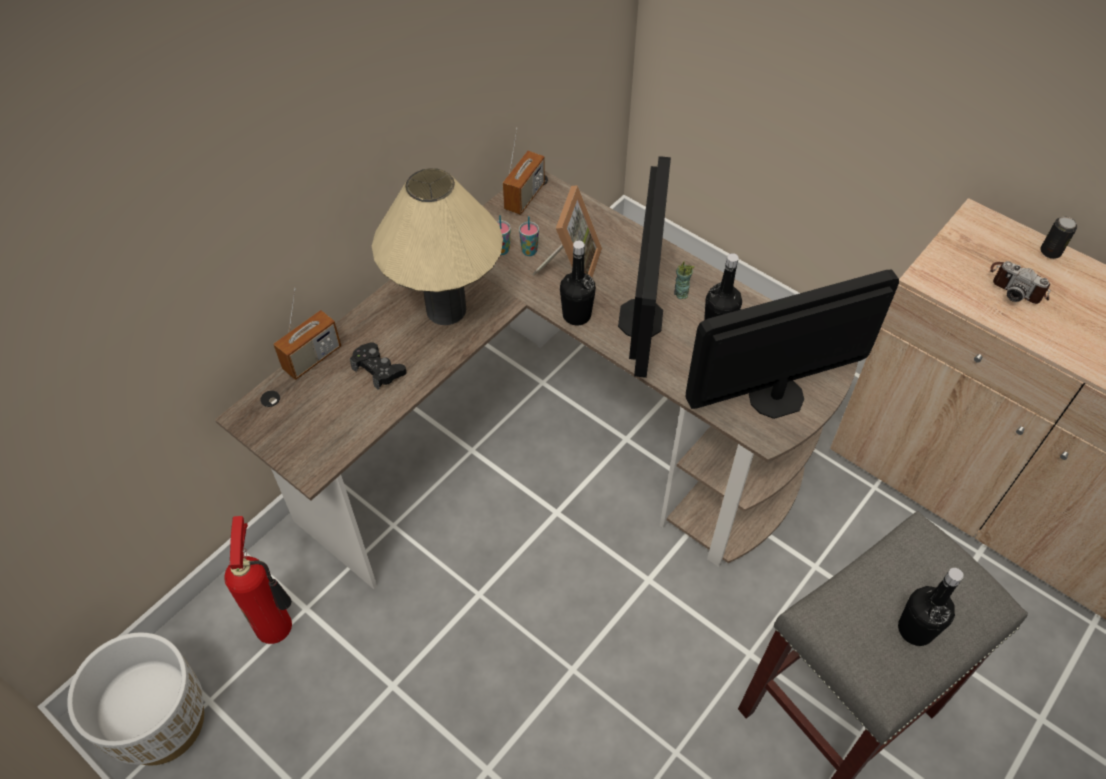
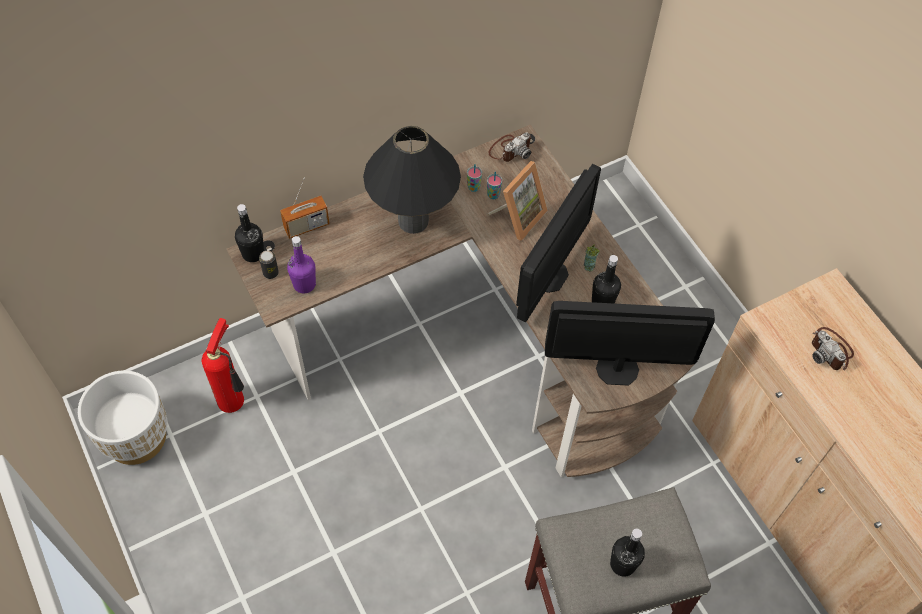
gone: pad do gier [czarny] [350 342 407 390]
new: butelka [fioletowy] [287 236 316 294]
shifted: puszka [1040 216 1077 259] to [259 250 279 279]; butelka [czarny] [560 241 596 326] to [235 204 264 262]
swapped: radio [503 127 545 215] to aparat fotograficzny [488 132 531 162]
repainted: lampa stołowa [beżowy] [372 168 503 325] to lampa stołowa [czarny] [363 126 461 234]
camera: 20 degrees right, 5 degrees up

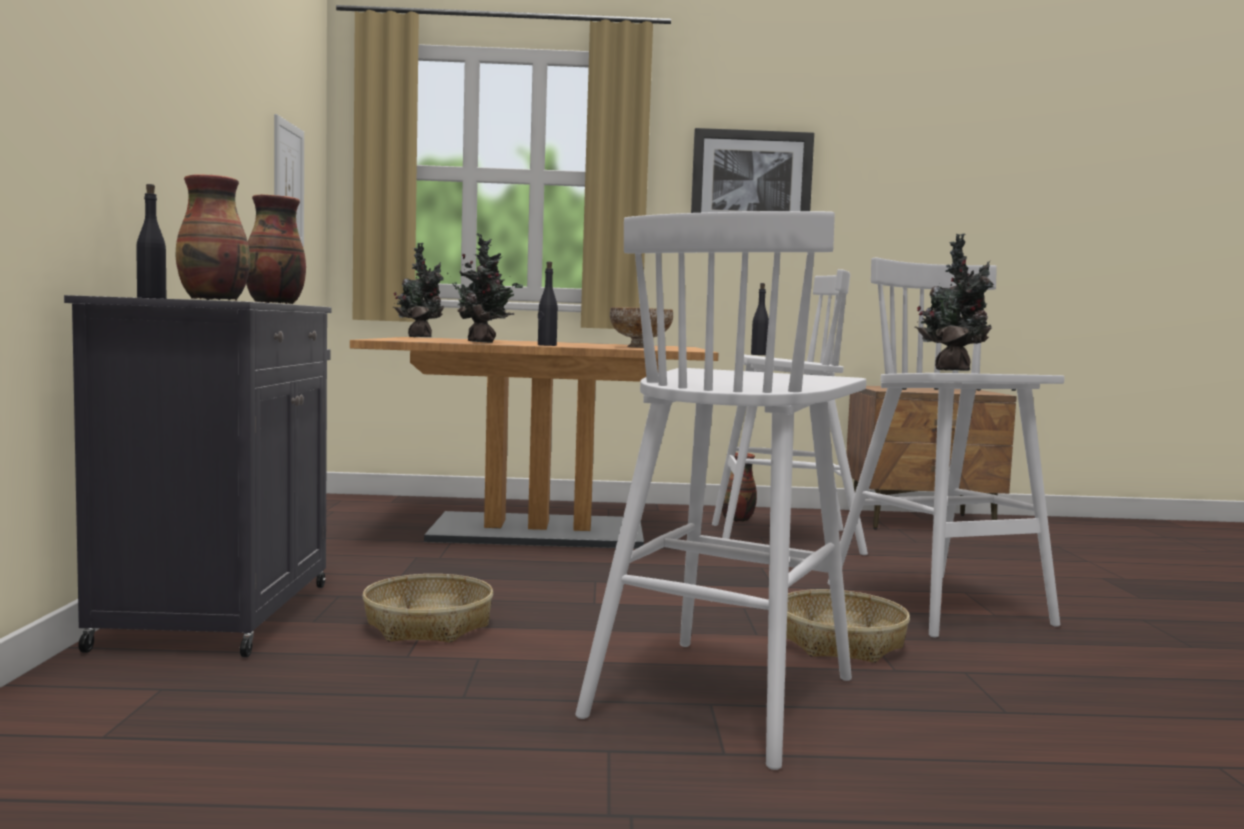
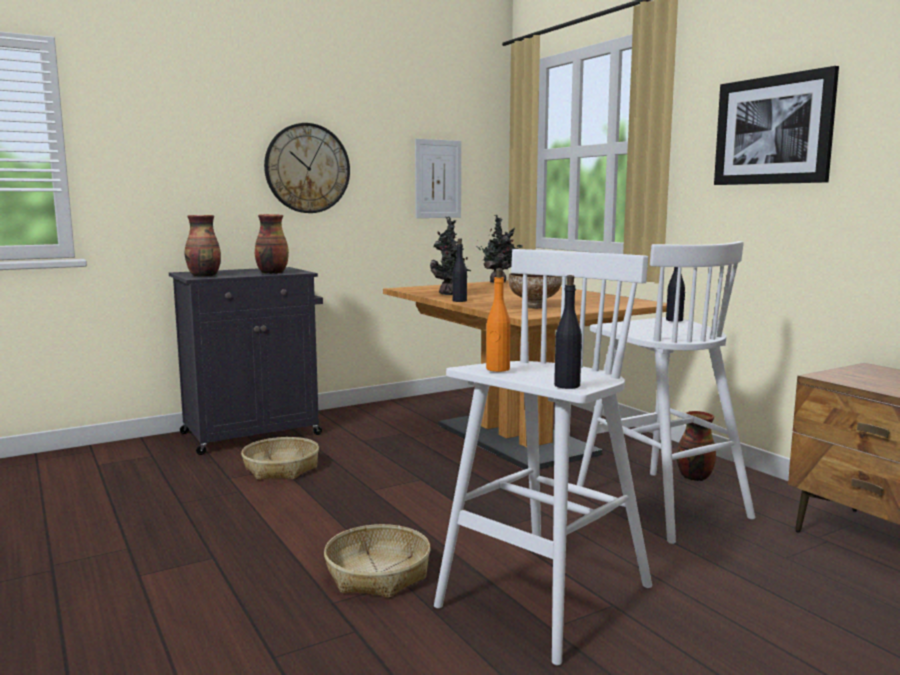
gone: stołek [biały] [575 211 866 770]
new: zegar ścienny [264 123 350 213]
shifted: butelka [czarny] [136 184 166 299] to [554 275 582 389]
swapped: roślina doniczkowa [914 233 994 371] to butelka [pomarańczowy] [486 268 511 372]
camera: 60 degrees right, 5 degrees up

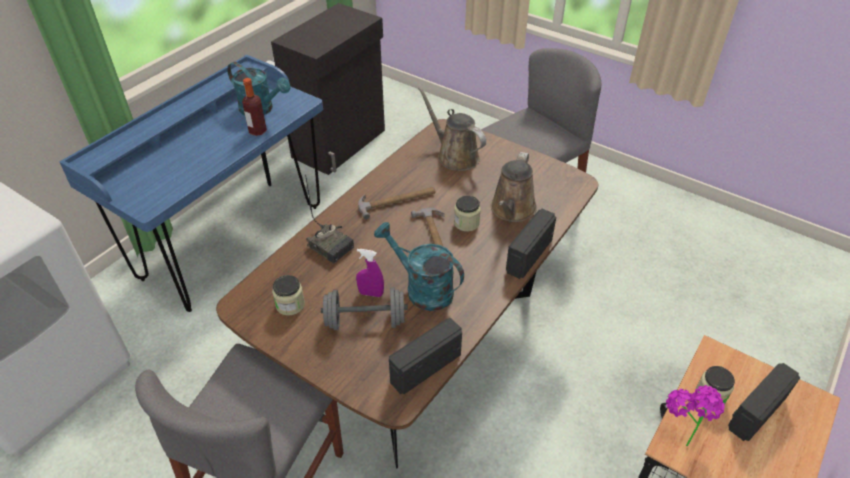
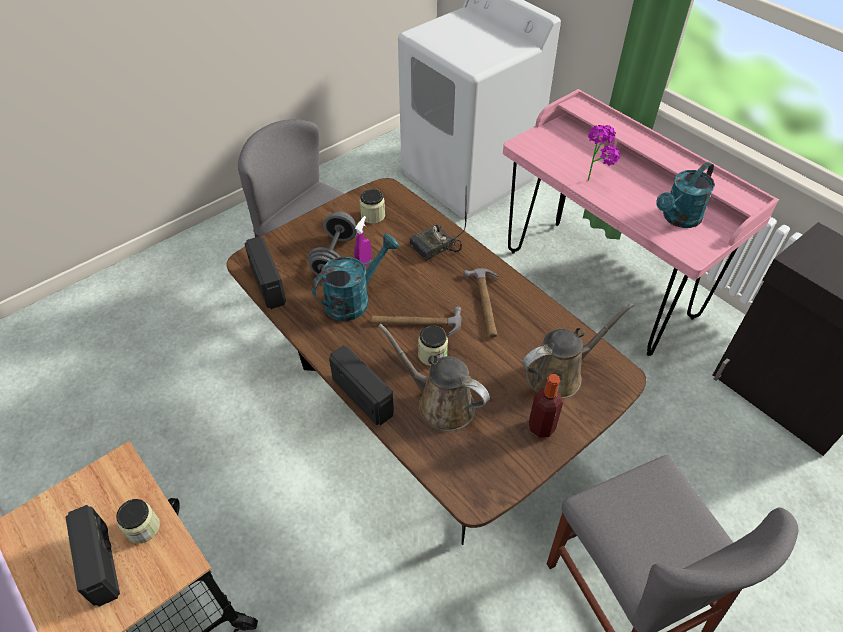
shifted: butelka [242 78 267 136] to [529 374 563 438]; roślina doniczkowa [666 385 725 446] to [588 125 620 181]
repainted: biurko [niebieski] [59 55 323 312] to biurko [różowy] [503 89 779 356]
camera: 105 degrees right, 5 degrees up

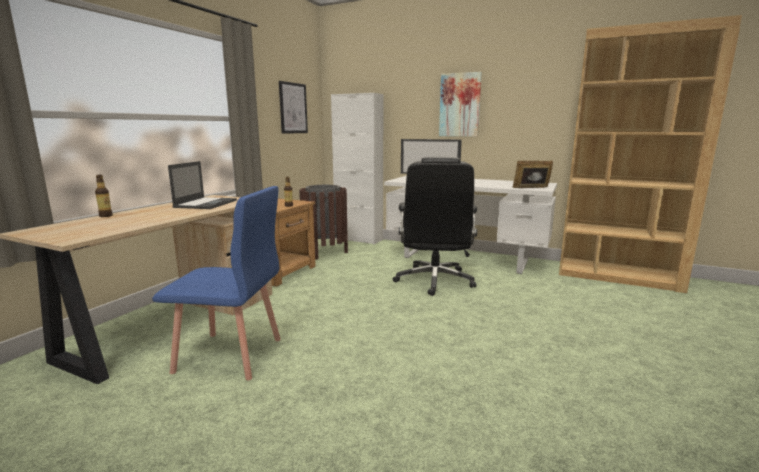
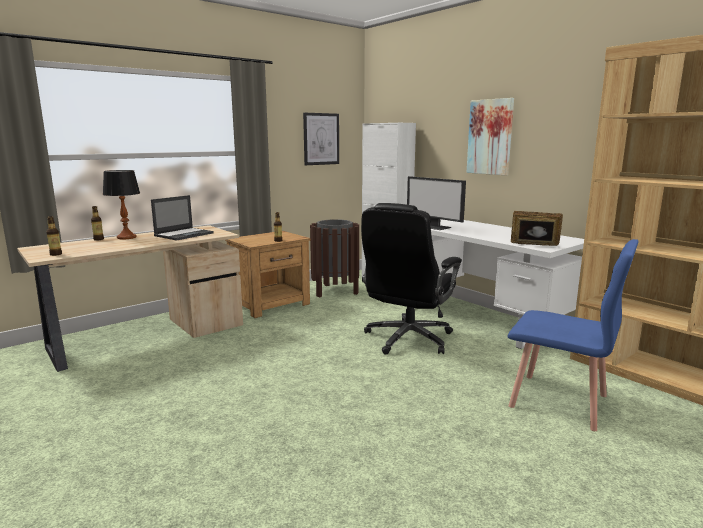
new: lampa stołowa [103 170 140 239]; butelka [46 216 62 256]
shifted: krzesło [niebieski] [152 186 281 380] to [508 239 638 431]
camera: 25 degrees right, 0 degrees up

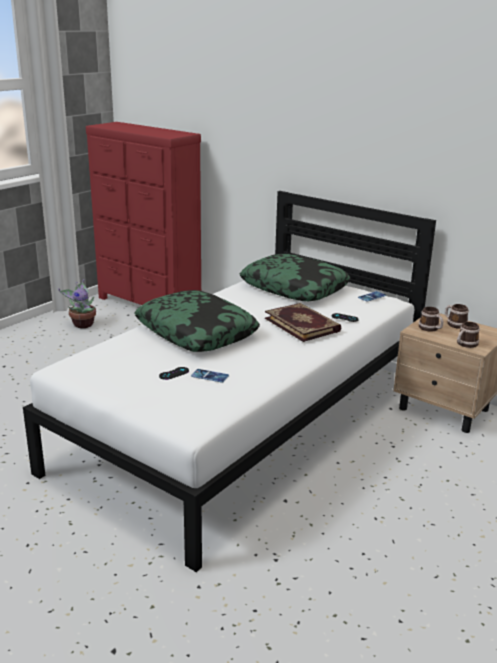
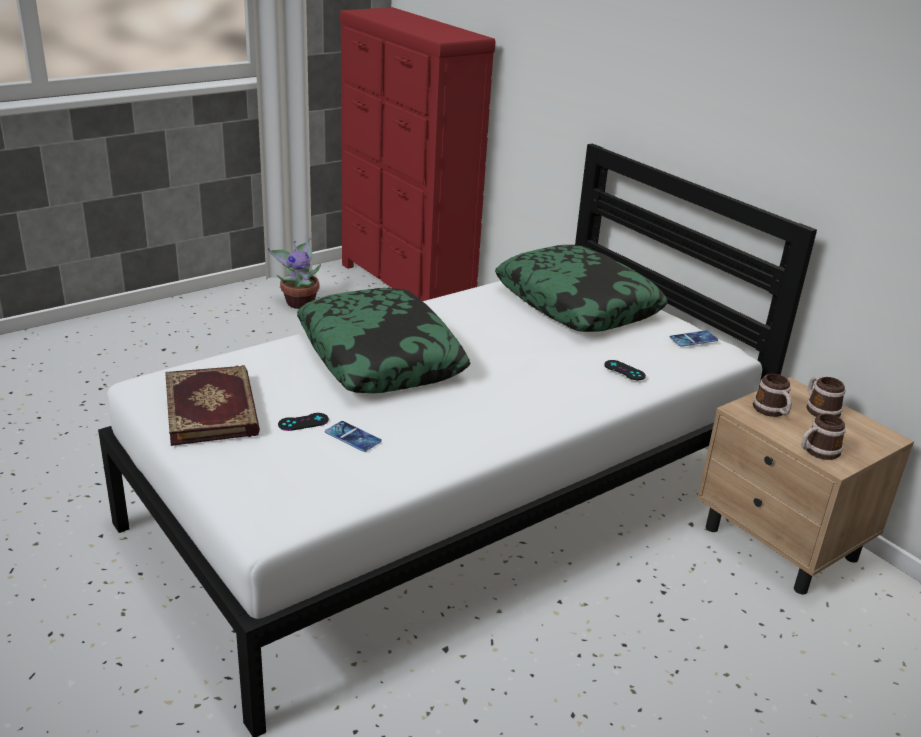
shifted: książka [265 303 341 342] to [165 365 260 446]
camera: 15 degrees right, 5 degrees up

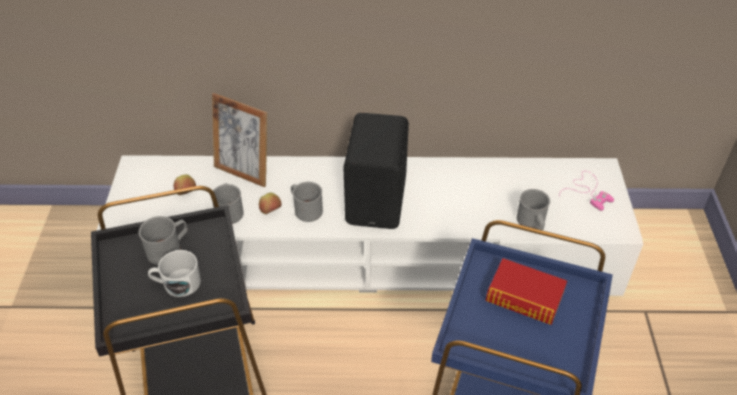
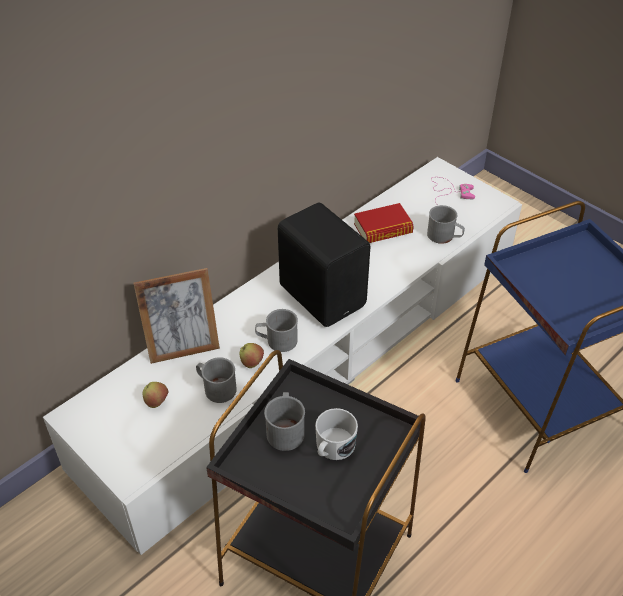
shifted: książka [486 258 567 325] to [354 203 414 243]
camera: 45 degrees left, 0 degrees up

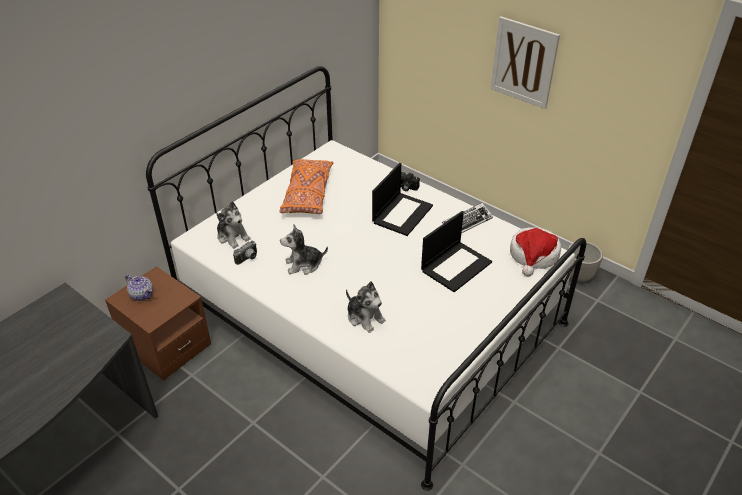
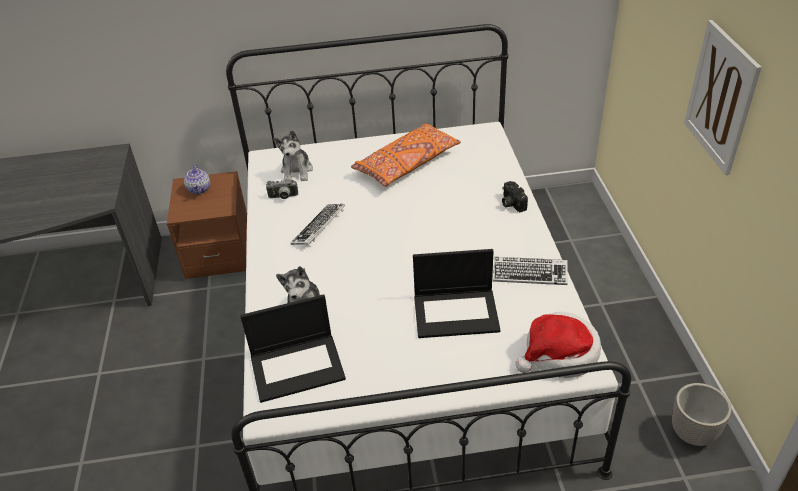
shifted: laptop [372 163 433 236] to [240 294 346 403]
swapped: pluszak [280 224 328 275] to klawiatura [291 204 345 245]
camera: 45 degrees right, 0 degrees up

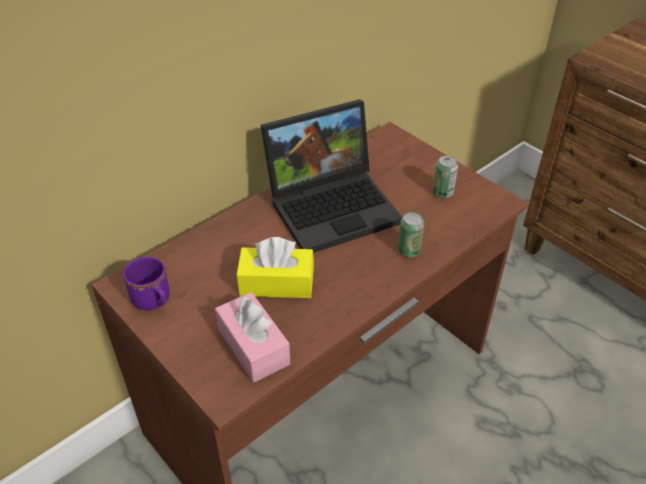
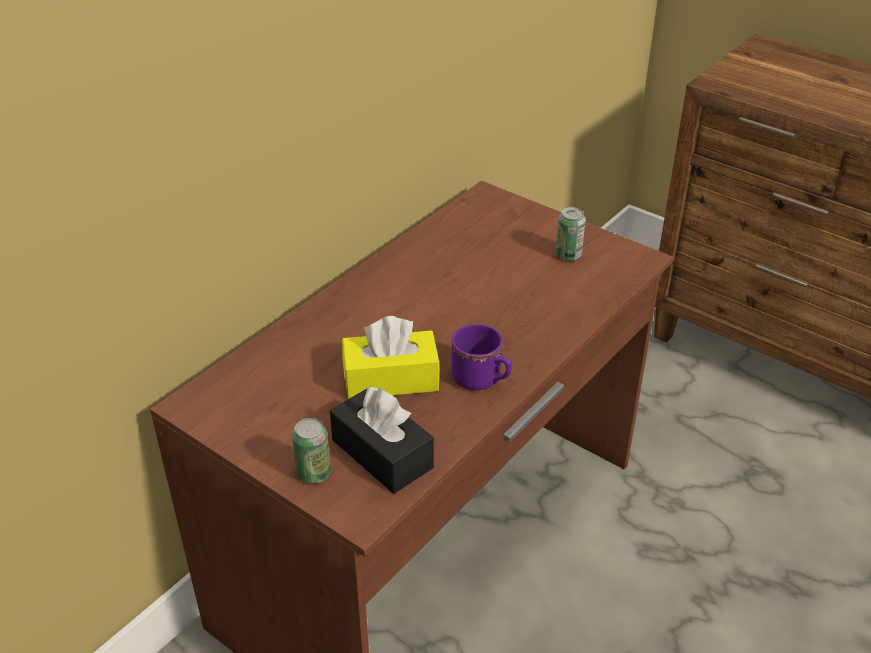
gone: laptop [261 99 402 253]
shifted: puszka [398 212 425 257] to [292 418 331 484]; kubek [fioletowy] [123 257 170 310] to [452 324 512 390]
repainted: pudełko chusteczek [różowy] [215 292 290 382] to pudełko chusteczek [czarny] [330 387 434 494]
camera: 10 degrees left, 5 degrees down

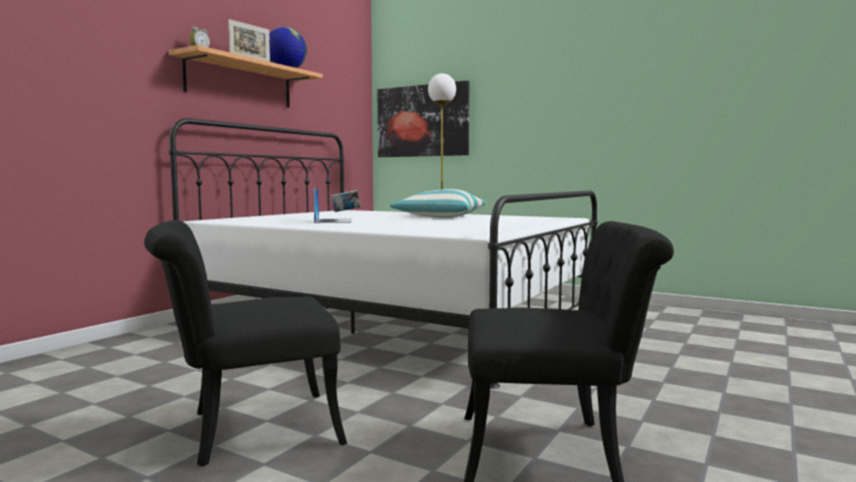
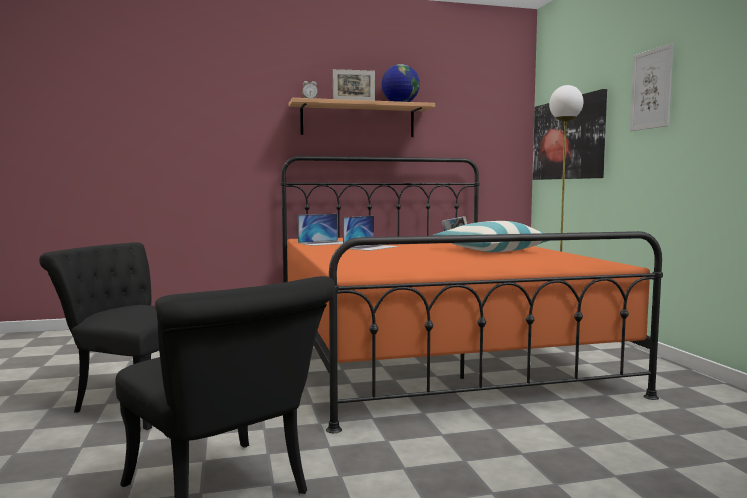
new: obraz [630 43 674 131]; laptop [298 214 343 246]
repainted: łóżko [biały] [169 118 598 388] to łóżko [pomarańczowy] [281 156 663 433]
camera: 45 degrees right, 0 degrees up

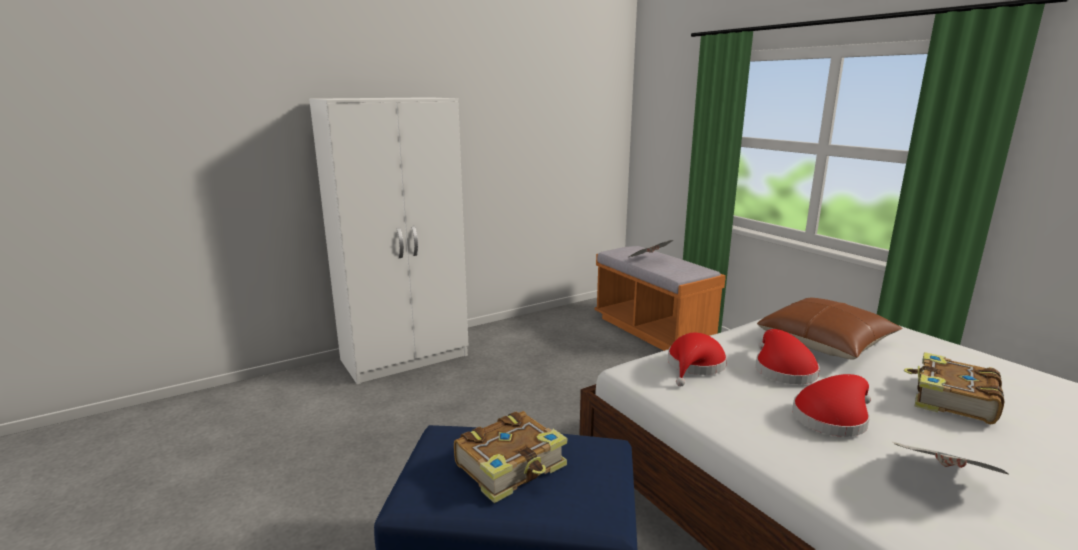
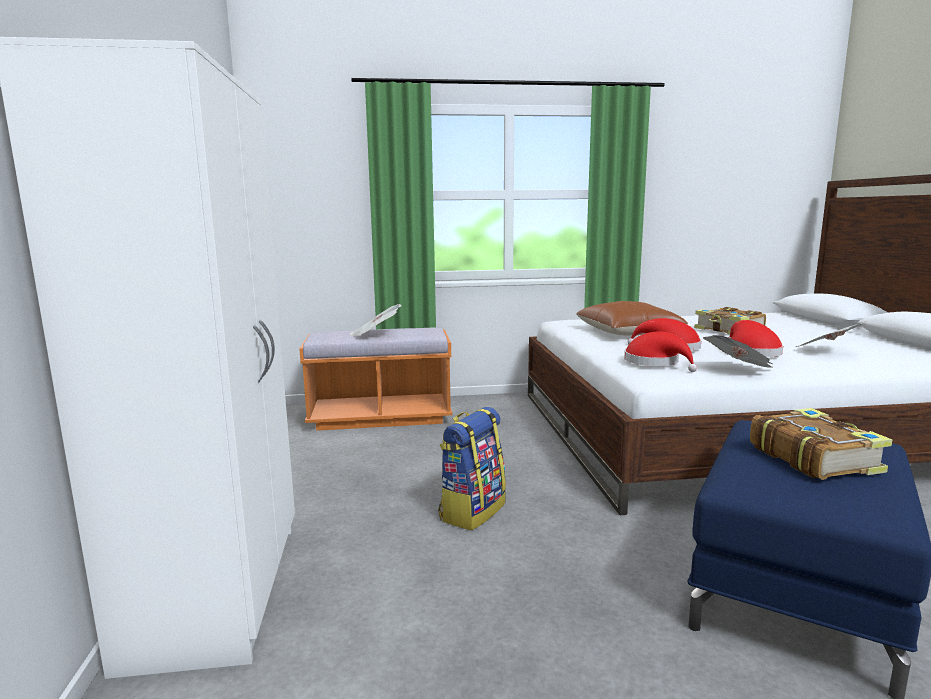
new: gazeta [703 335 773 368]; plecak [438 407 506 531]
camera: 65 degrees left, 5 degrees down

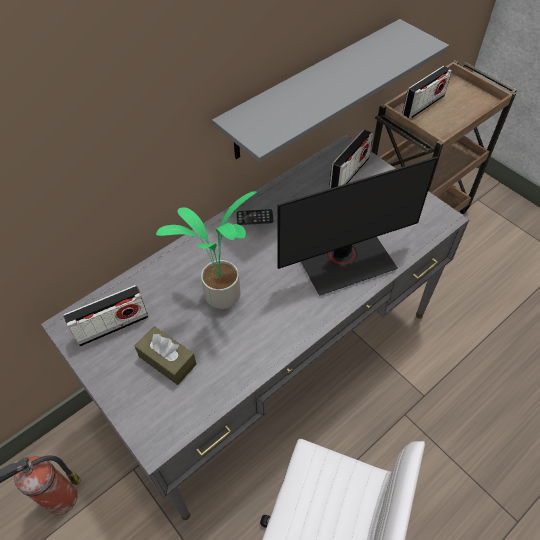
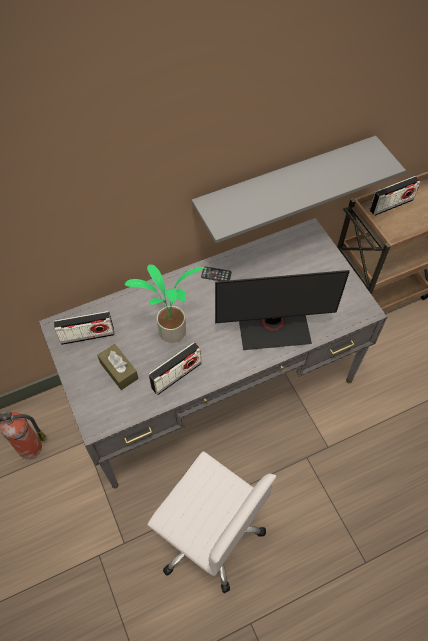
shifted: radio [329 129 373 188] to [148 342 201 395]
camera: 15 degrees right, 5 degrees up

